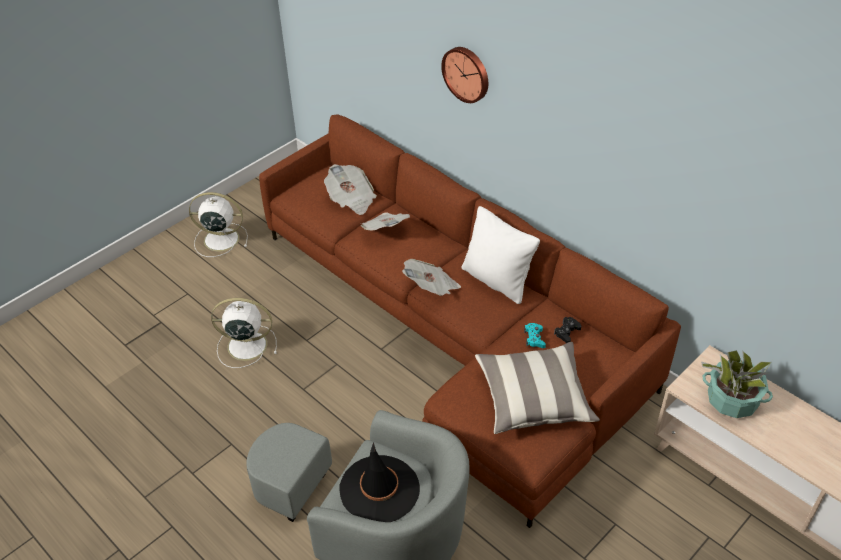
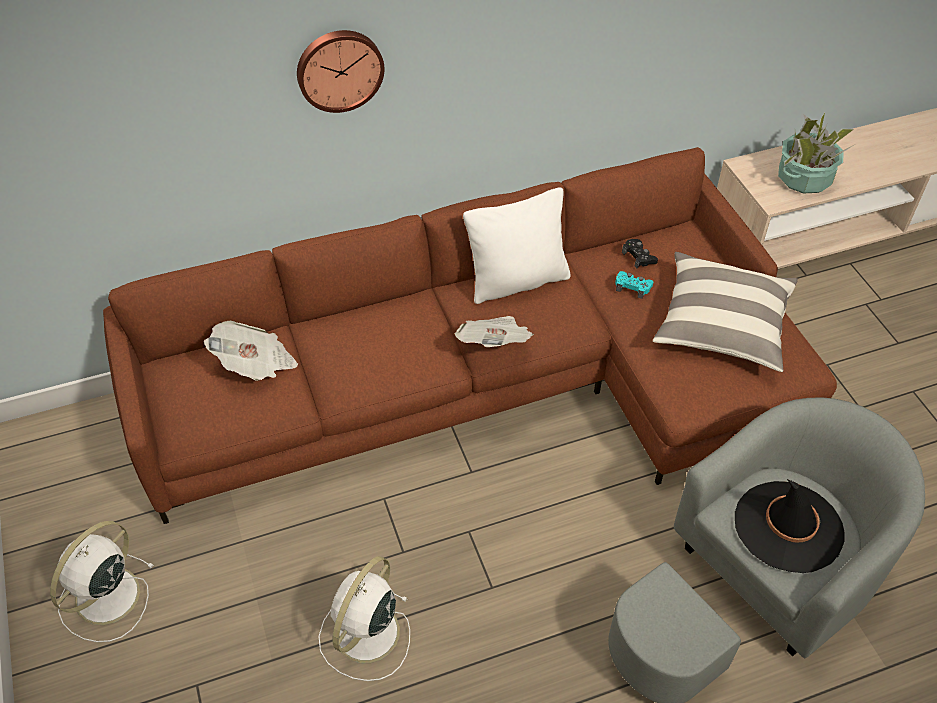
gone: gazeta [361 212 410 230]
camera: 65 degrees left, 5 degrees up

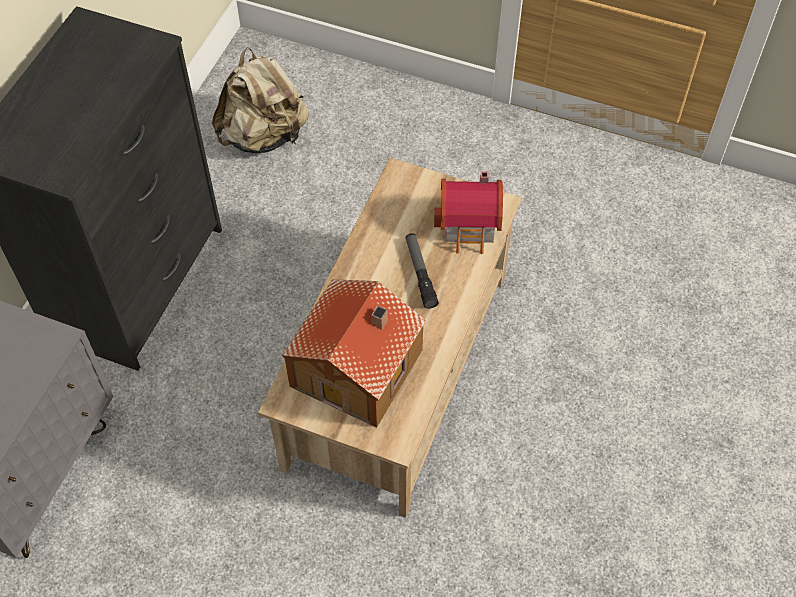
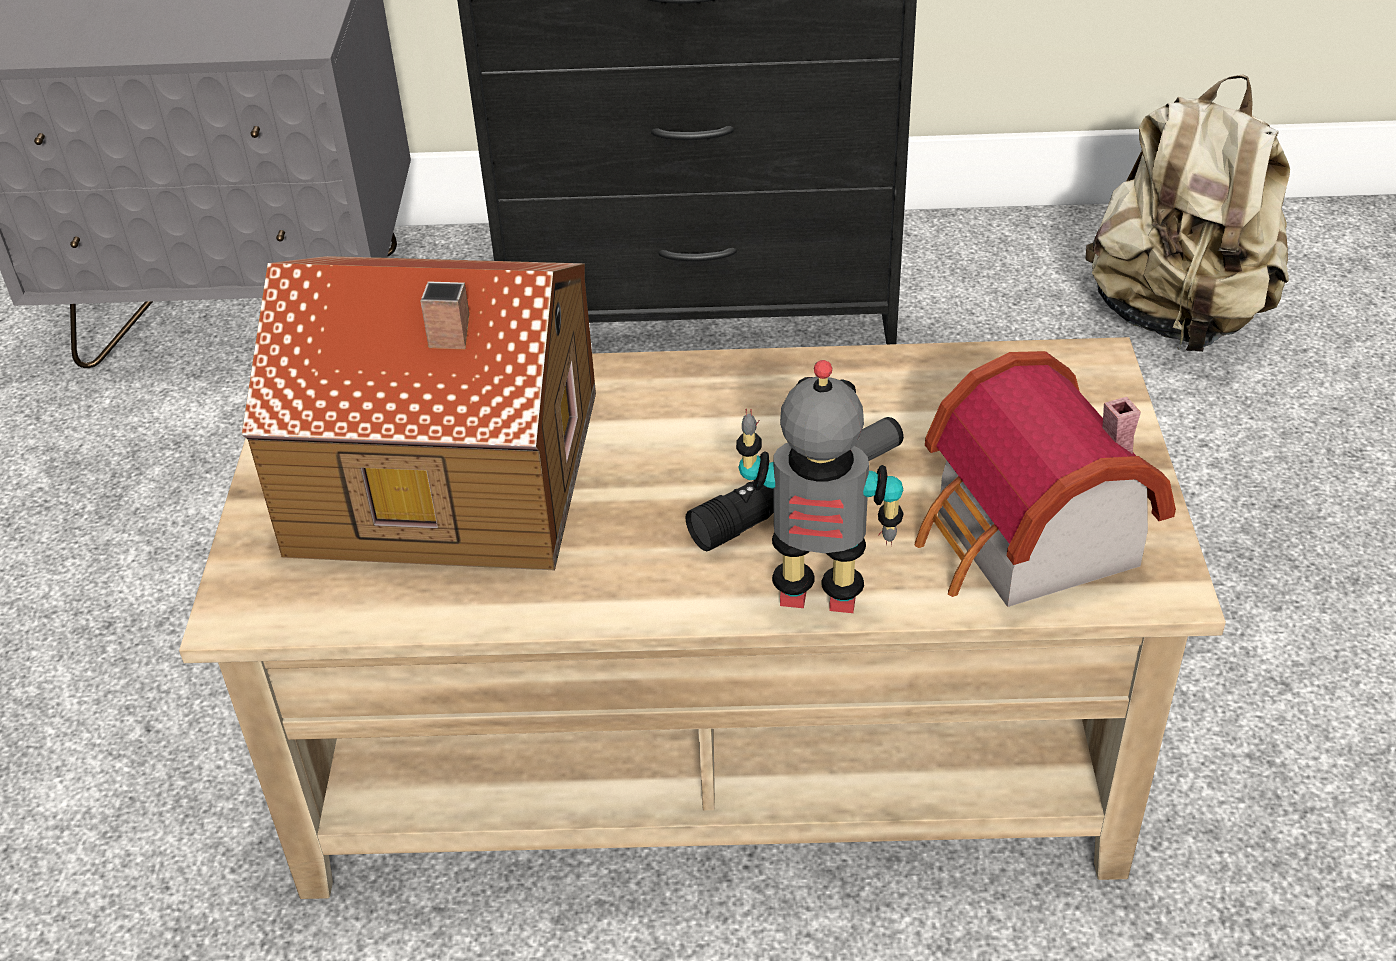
new: robot zabawkowy [736 360 904 613]
camera: 70 degrees right, 15 degrees down

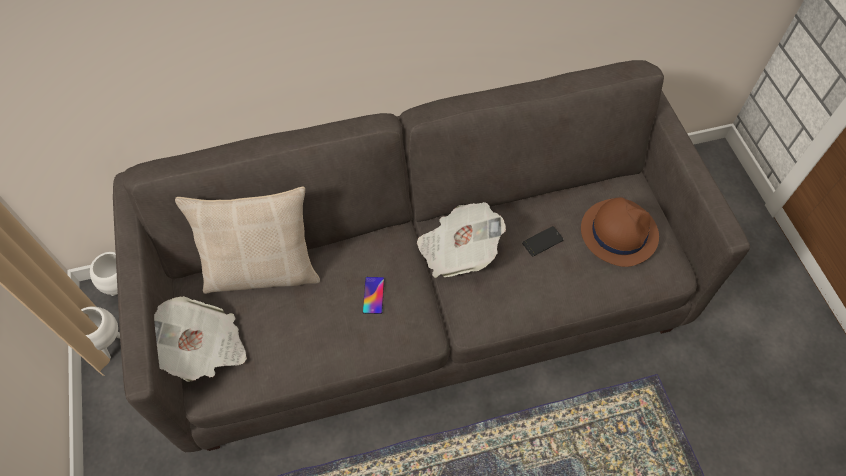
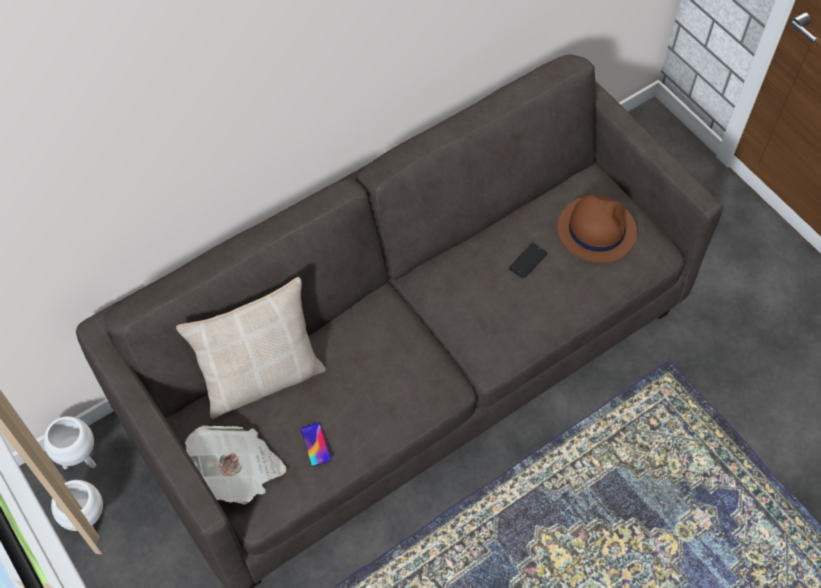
gone: gazeta [417 202 506 278]
shifted: telefon [363 277 385 314] to [300 423 332 466]
camera: 20 degrees left, 0 degrees up

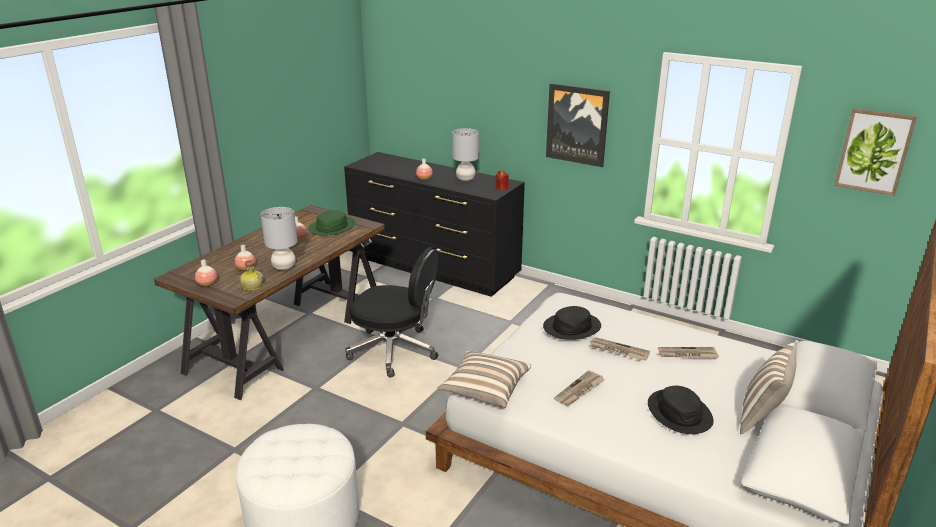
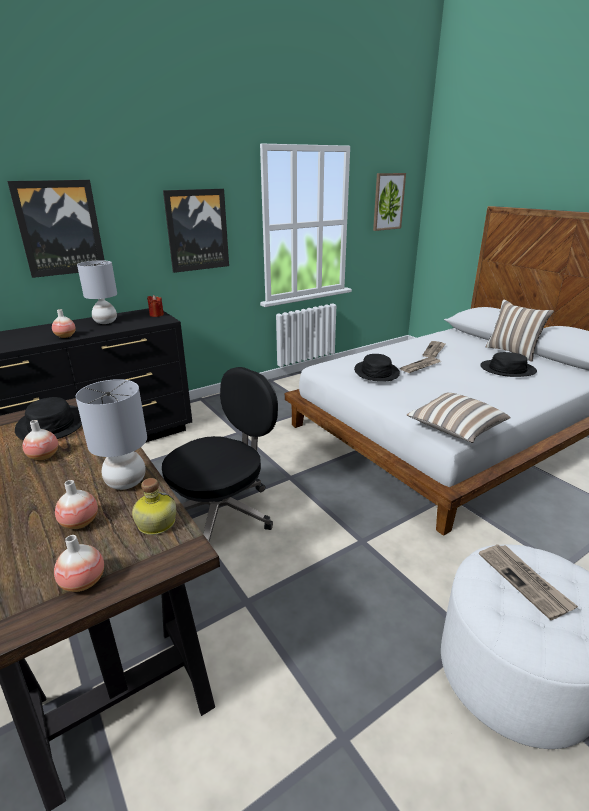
new: obraz [7 180 105 278]
shifted: gazeta [554 370 605 406] to [479 544 578 620]
repainted: kapelusz [zielony] [308 210 356 236] to kapelusz [czarny] [15 397 82 441]
camera: 65 degrees left, 0 degrees up

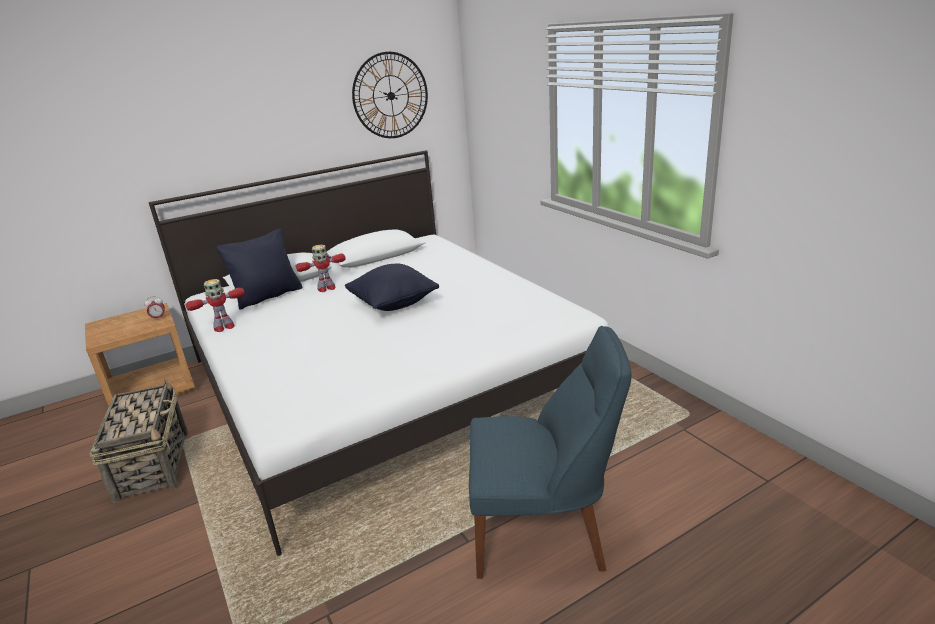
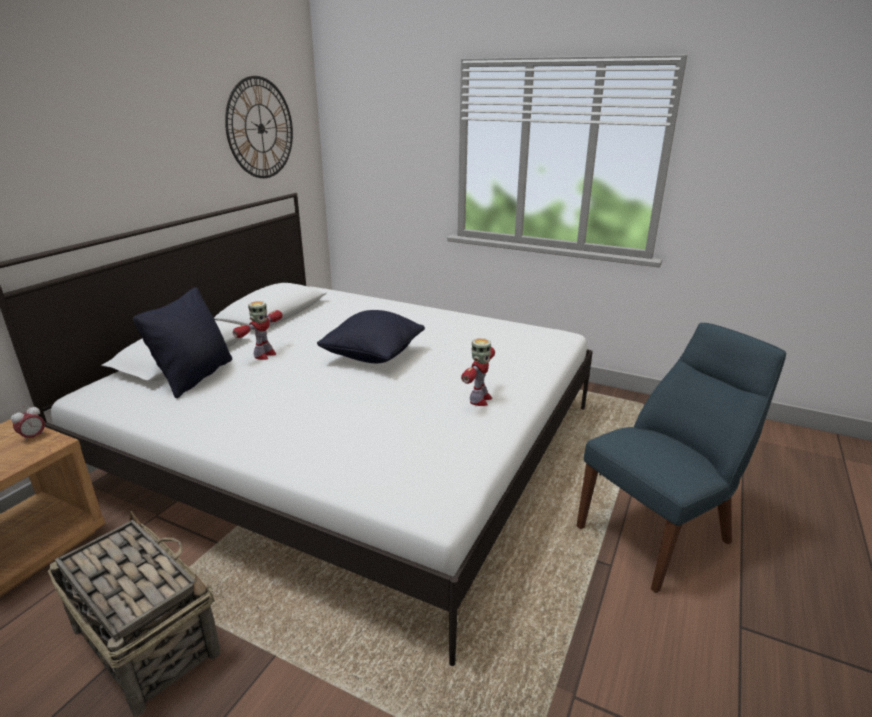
shifted: robot zabawkowy [186 279 245 332] to [461 338 495 406]
camera: 35 degrees left, 0 degrees up

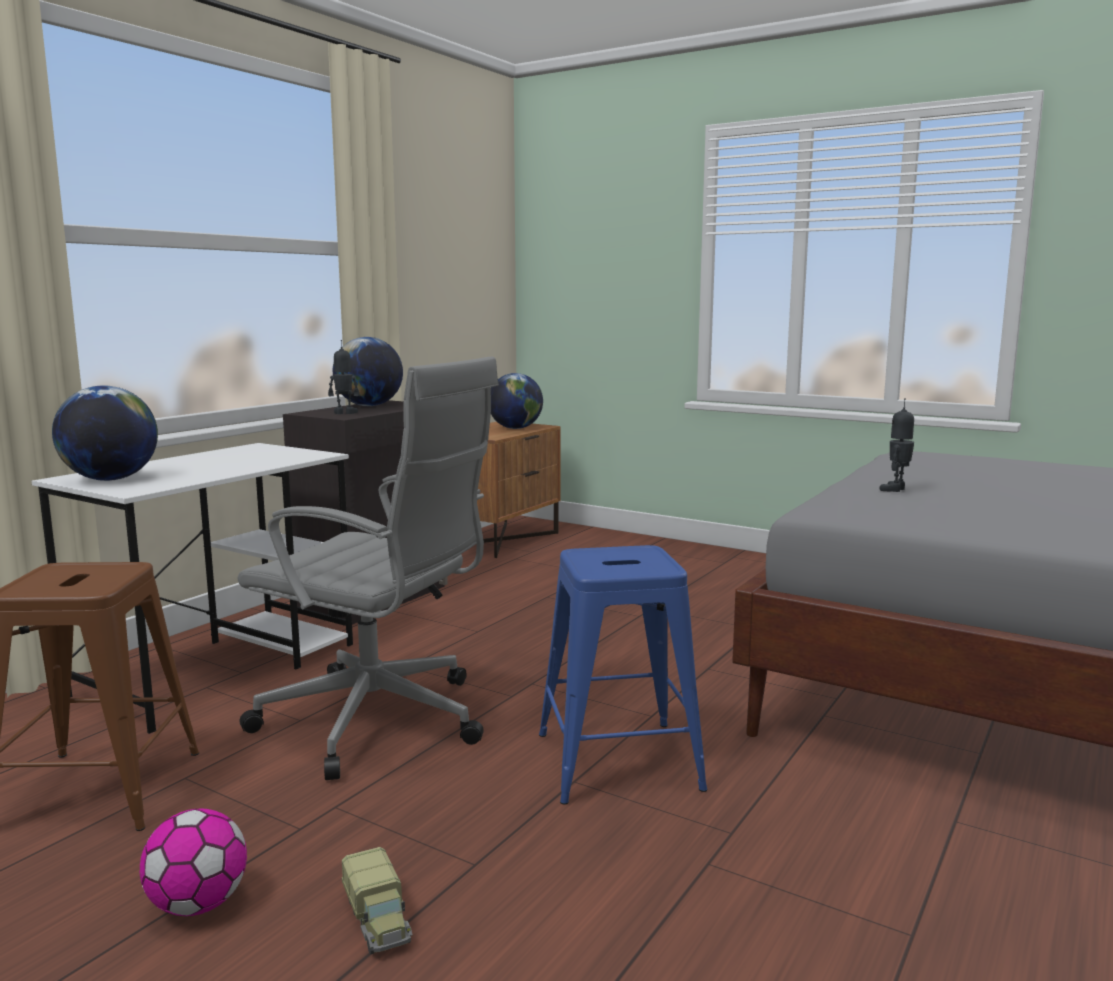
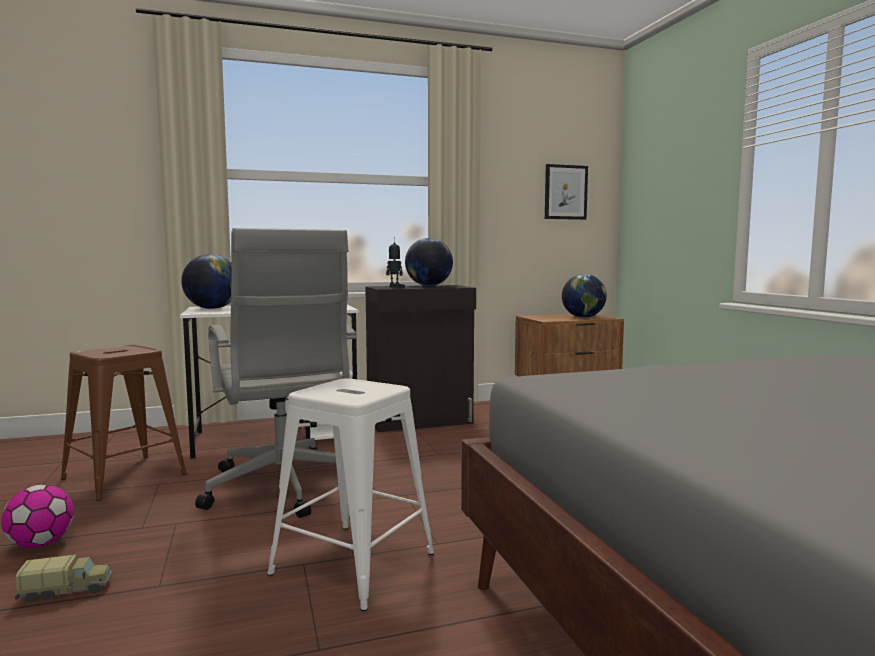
gone: robot zabawkowy [879 398 914 492]
new: obraz [545 164 588 220]
repainted: stołek [niebieski] [539 545 707 805] to stołek [biały] [267 378 434 611]
rotated: ciężarówka zabawkowa [342 847 413 955] = [15 554 112 603] 120 degrees counterclockwise
camera: 40 degrees right, 5 degrees down

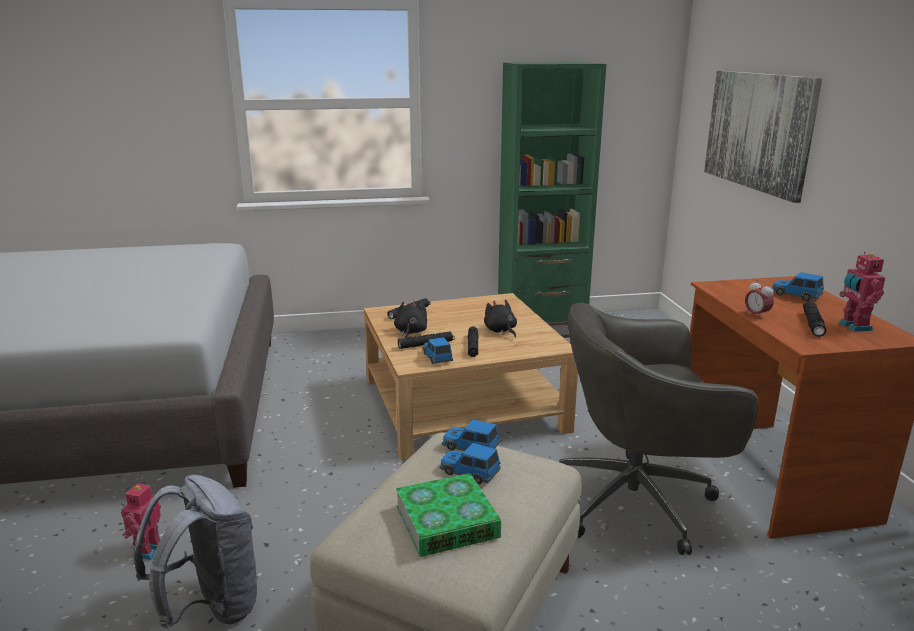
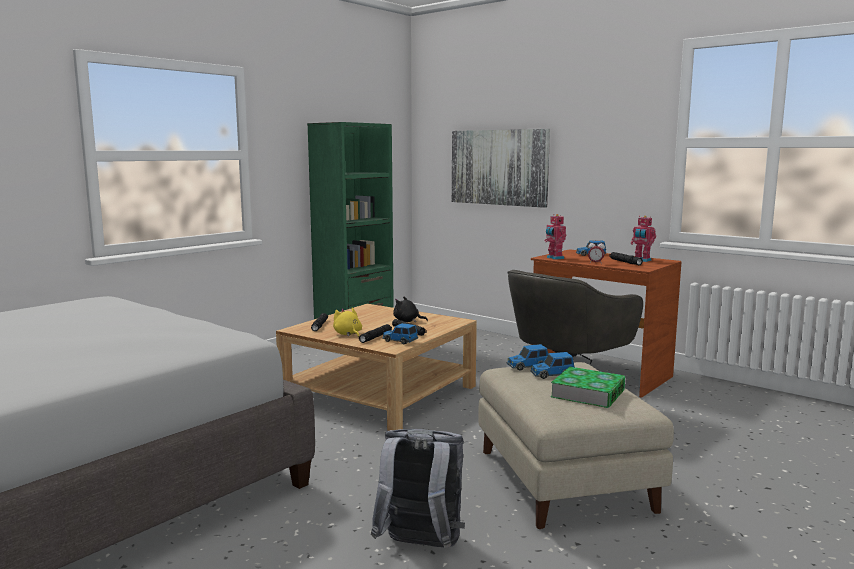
shifted: robot zabawkowy [121 481 161 560] to [544 214 566 260]
repainted: pluszak [czarny] [394 301 427 338] to pluszak [żółty] [333 307 362 337]
camera: 40 degrees left, 10 degrees down

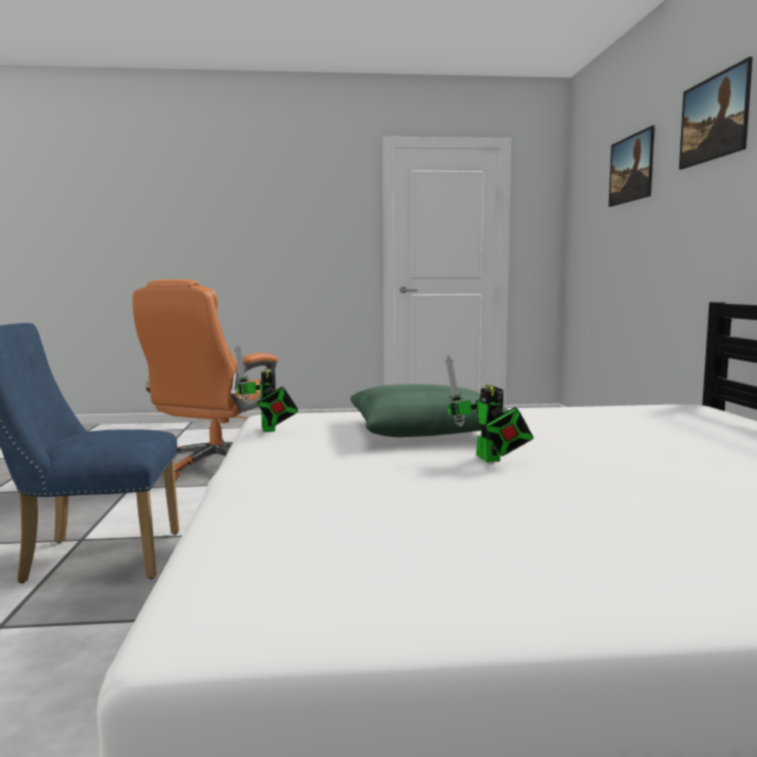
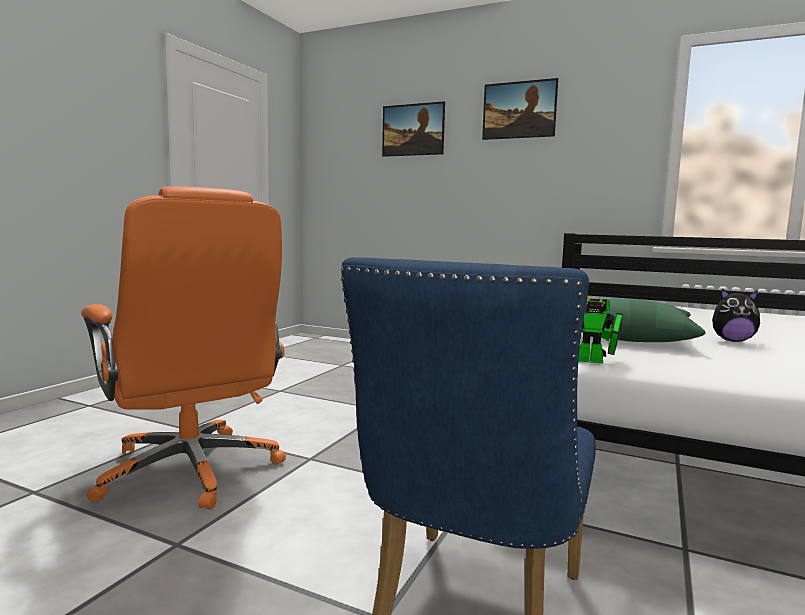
swapped: robot zabawkowy [446 355 534 462] to pluszak [712 288 760 342]
camera: 60 degrees left, 0 degrees up

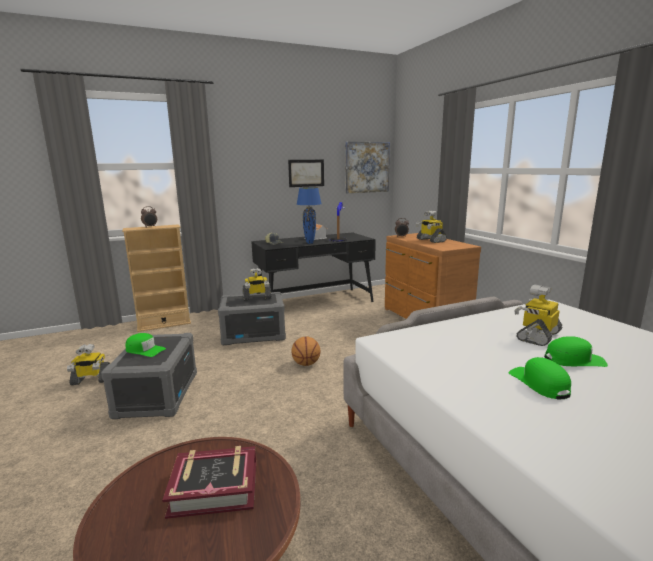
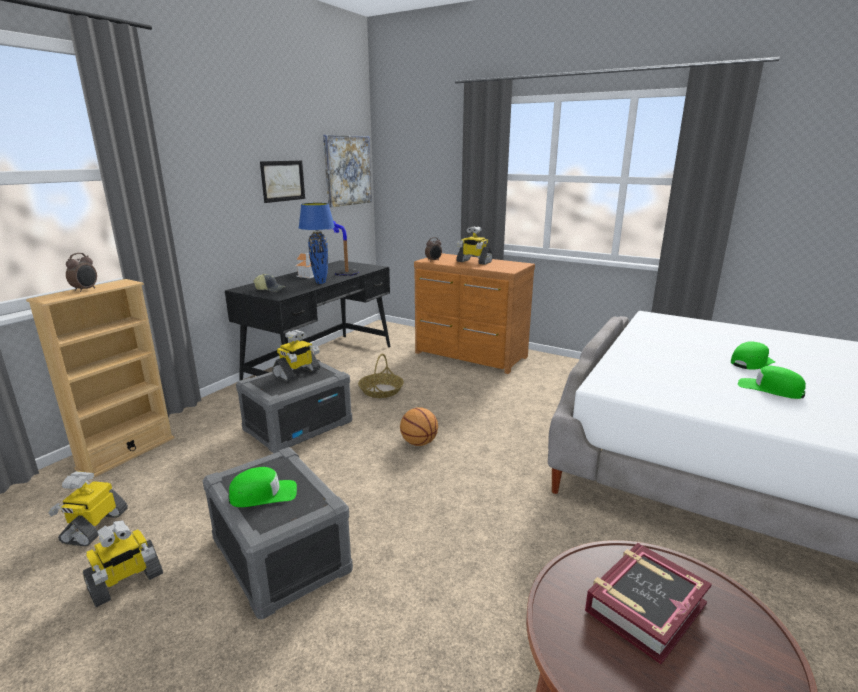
new: koszyk [358 354 404 398]
shifted: robot zabawkowy [514 284 562 346] to [48 471 128 546]
camera: 35 degrees left, 5 degrees up

